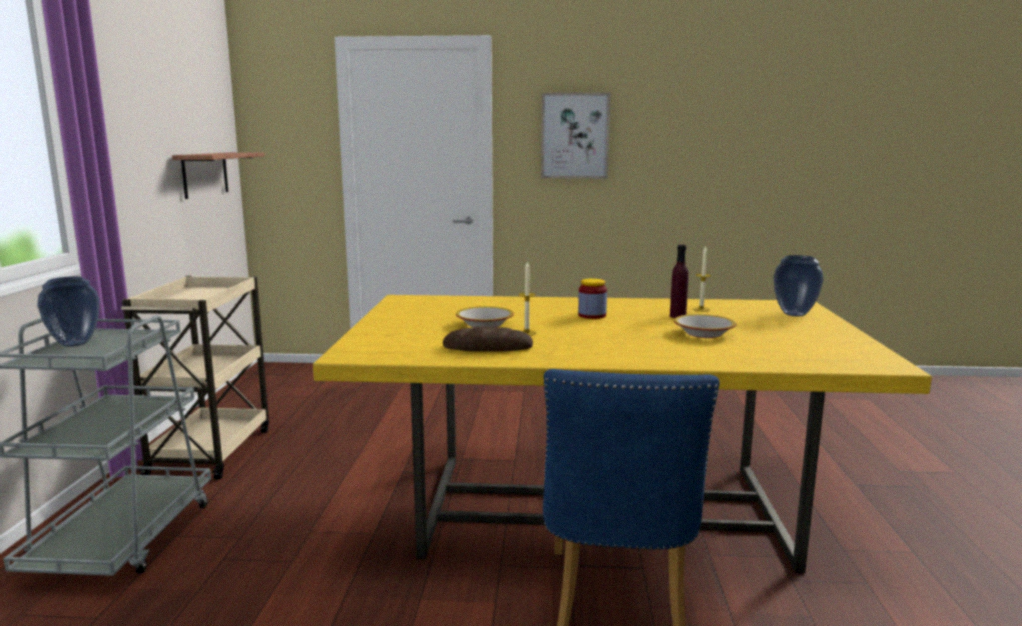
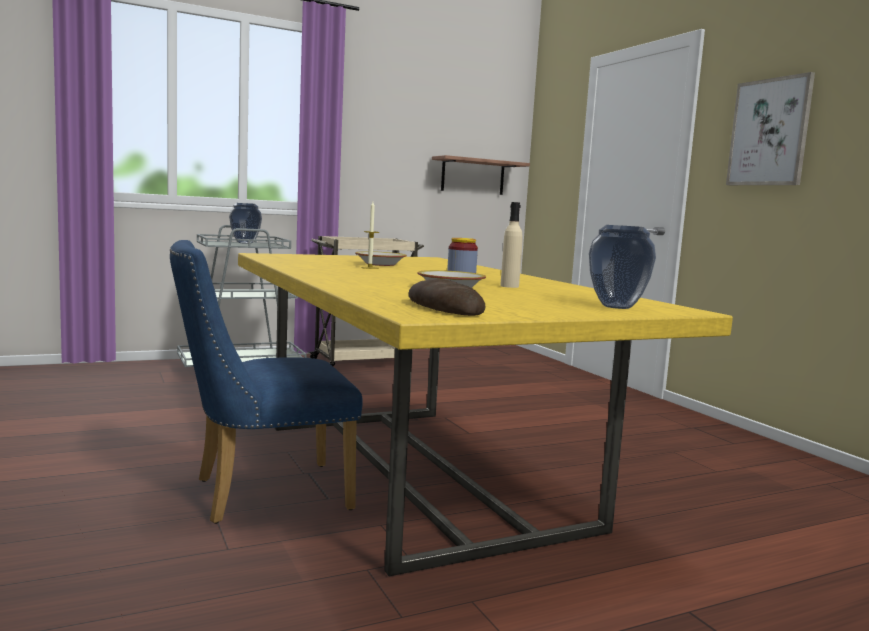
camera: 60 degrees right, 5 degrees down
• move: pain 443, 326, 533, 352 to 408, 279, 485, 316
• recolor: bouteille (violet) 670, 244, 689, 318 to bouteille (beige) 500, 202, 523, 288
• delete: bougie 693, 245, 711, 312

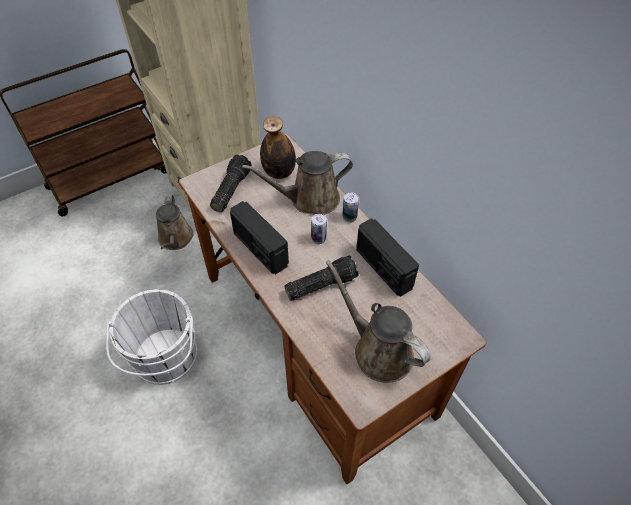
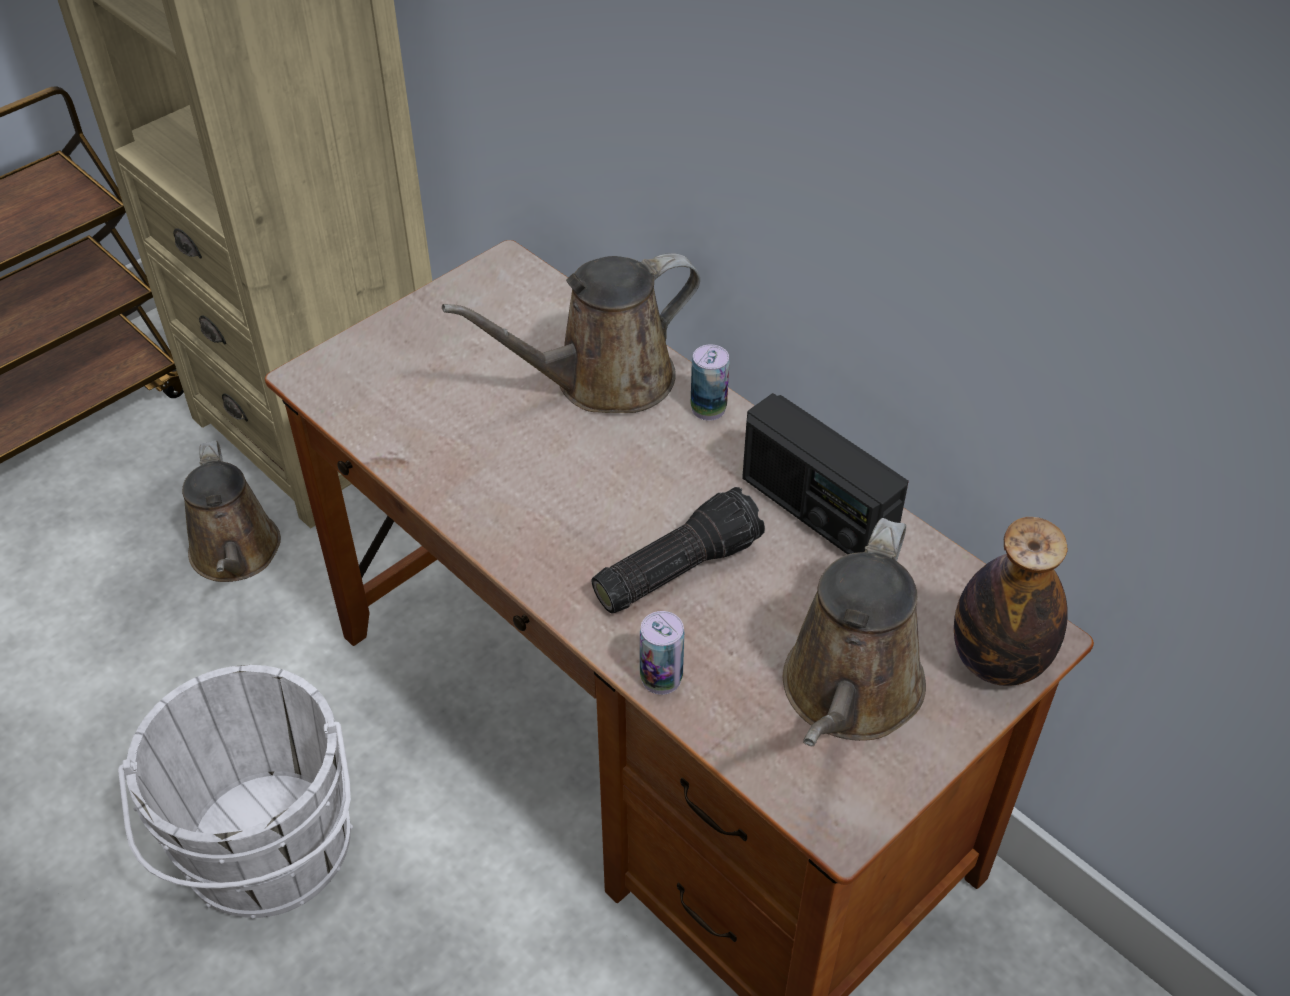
camera: 10 degrees left, 5 degrees down
• move: boîte métallique 311, 214, 327, 244 to 640, 611, 684, 695
• rotate: arrosoir (marron) 326, 260, 431, 383 = 783, 518, 926, 746 105 degrees counterclockwise
• move: bouteille 260, 116, 296, 179 to 954, 517, 1068, 686
• delete: lampe de poche 210, 154, 251, 212
• delete: radio 230, 201, 289, 274

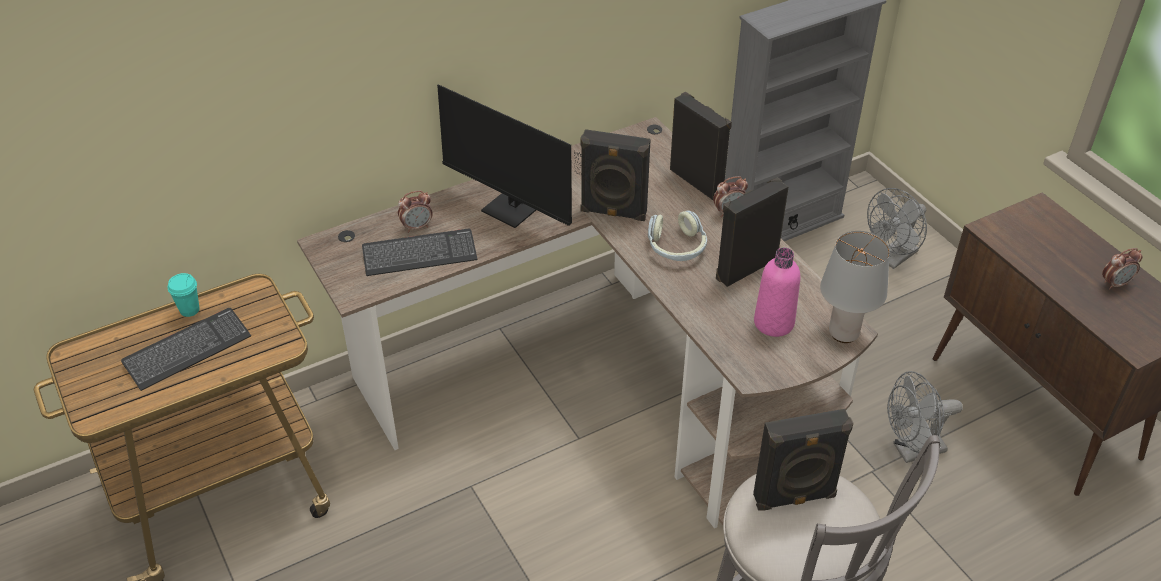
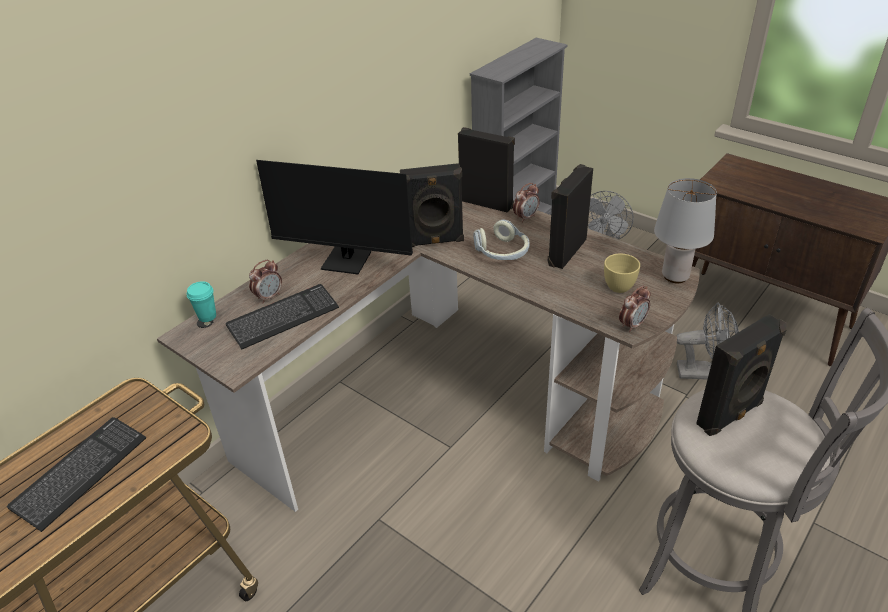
camera: 20 degrees left, 5 degrees down
• move: tasse (turquoise) 168, 273, 200, 317 to 187, 281, 216, 322
• replace: bouteille (rose) 754, 248, 800, 337 to tasse (jaune) 604, 253, 640, 293
• move: réveil 1102, 248, 1142, 290 to 619, 286, 651, 332
• rotate: ventilateur (gris) 887, 371, 963, 463 = 676, 302, 739, 379 135 degrees counterclockwise

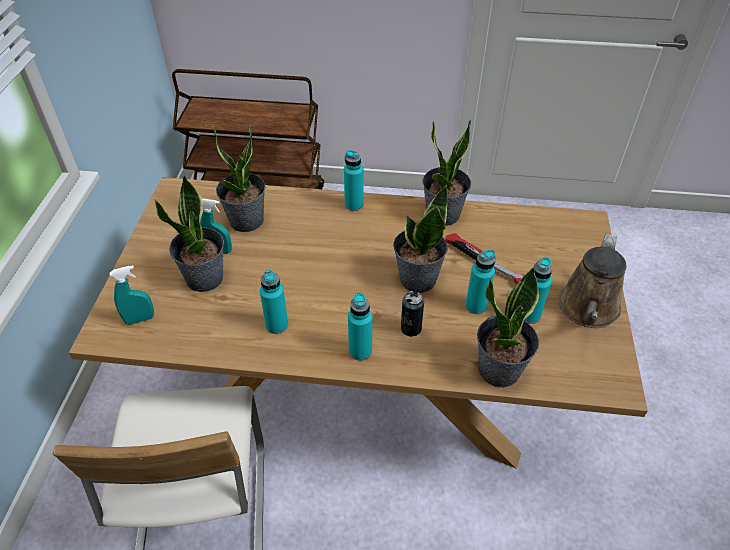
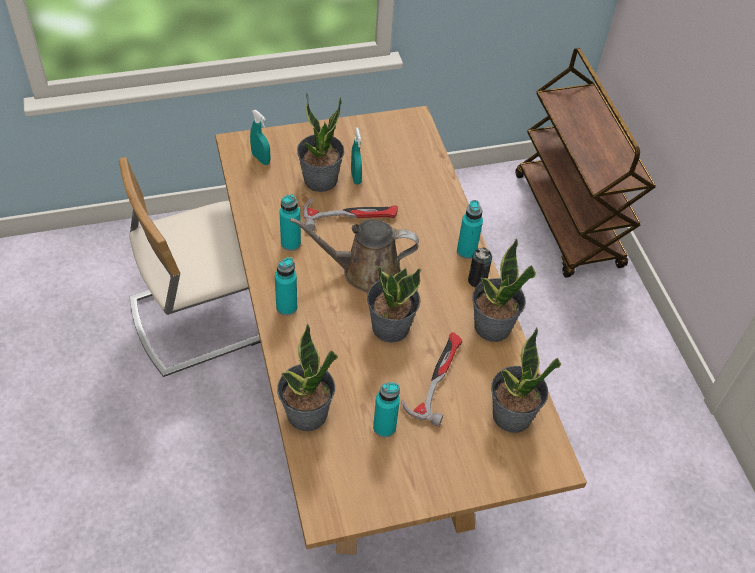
camera: 65 degrees right, 5 degrees up
• move: arrosoir (marron) 558, 234, 626, 328 to 290, 218, 419, 293
• insert: marteau 303, 198, 398, 231
• move: boîte métallique 401, 291, 424, 337 to 468, 248, 492, 288
• move: plante en pot 213, 125, 266, 232 to 491, 327, 561, 433
• delete: bouteille (turquoise) 465, 249, 496, 314

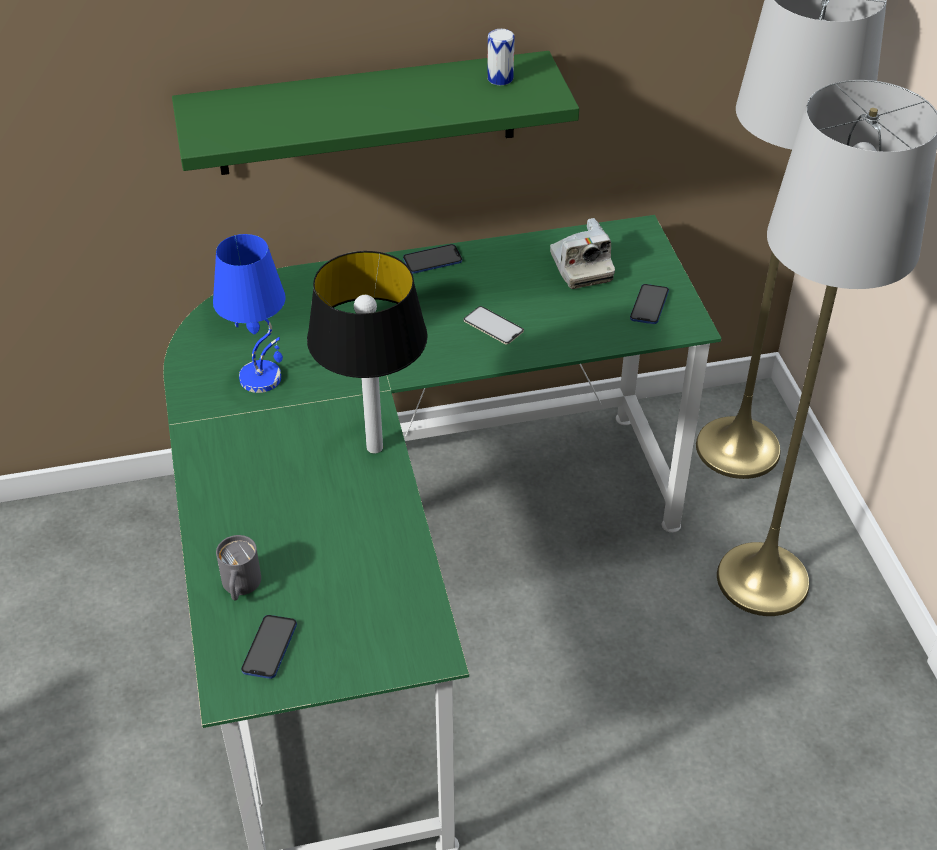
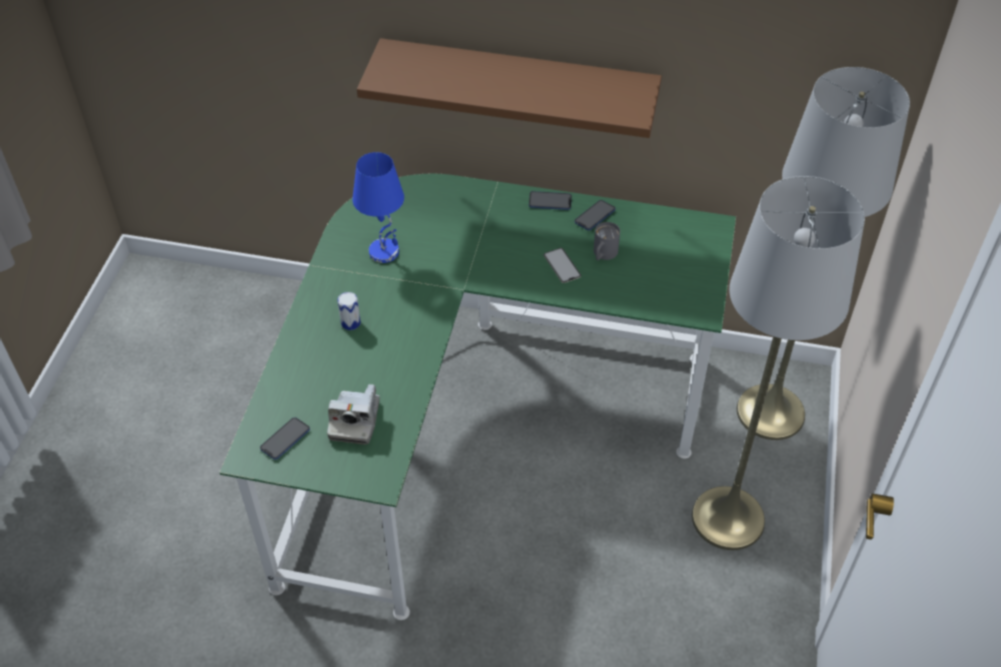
camera: 25 degrees right, 5 degrees up
• move: appareil photo 550, 218, 615, 289 to 327, 384, 379, 445
• move: boîte métallique 487, 29, 515, 85 to 337, 292, 361, 330
• recolor: étagère (vert) 172, 51, 579, 175 to étagère (marron) 357, 38, 662, 138
• move: téléphone 630, 284, 669, 324 to 574, 200, 615, 230
• move: mug (gris) 216, 535, 261, 600 to 594, 222, 620, 260
• delete: lampe de table 307, 251, 428, 454

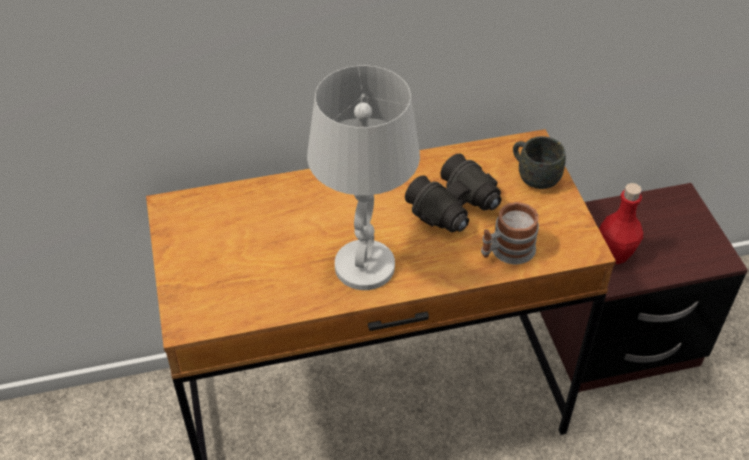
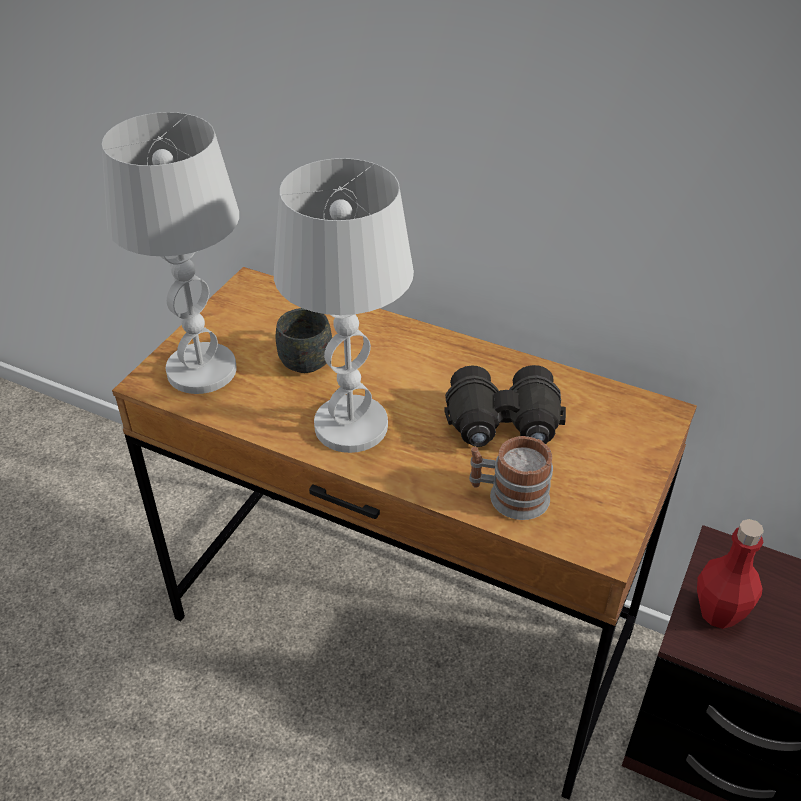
camera: 40 degrees right, 5 degrees down
• insert: lampe de table (blanc) 102, 112, 239, 394
• move: mug (gris) 513, 136, 566, 189 to 276, 308, 332, 373

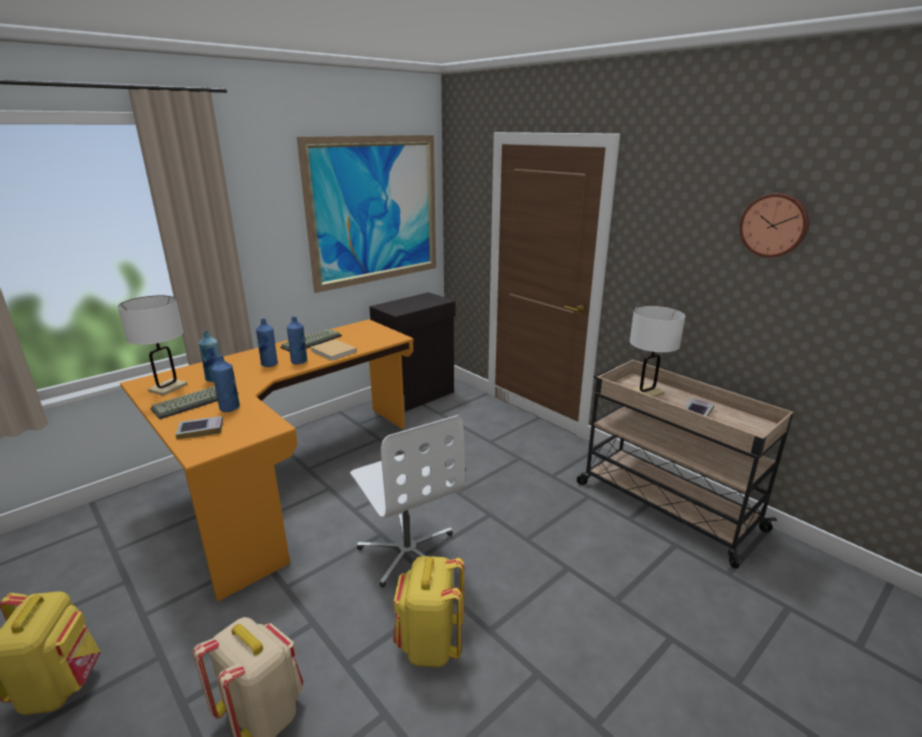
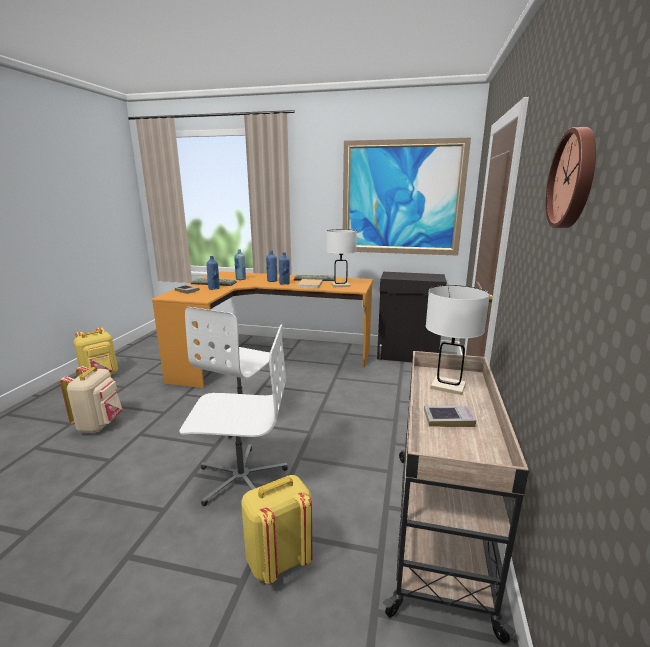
camera: 55 degrees right, 5 degrees down
• insert: chaise de bureau (blanc) 179, 324, 288, 506
• move: sac à dos (jaune) 393, 556, 464, 667 to 241, 475, 313, 585
• move: lampe de table (blanc) 118, 295, 187, 396 to 326, 229, 357, 287

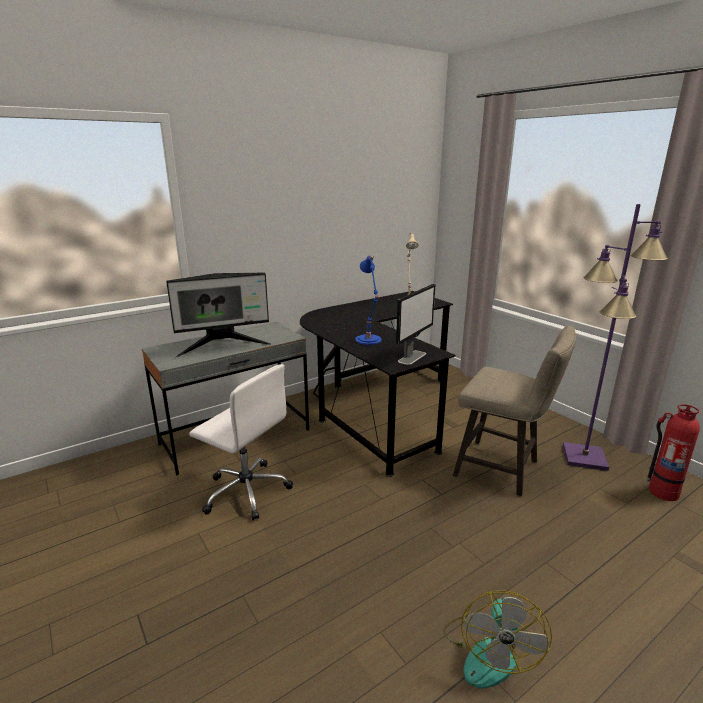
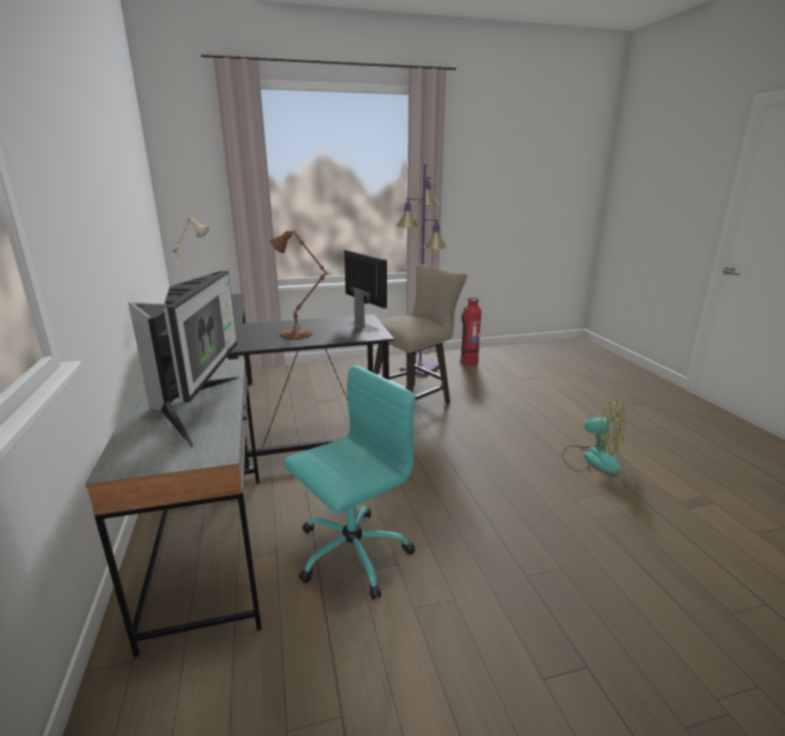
camera: 70 degrees left, 0 degrees up
• recolor: lampe de table (bleu) 355, 256, 382, 345 to lampe de table (marron) 269, 230, 328, 339
• recolor: chaise de bureau (blanc) 189, 364, 293, 521 to chaise de bureau (turquoise) 284, 365, 416, 600

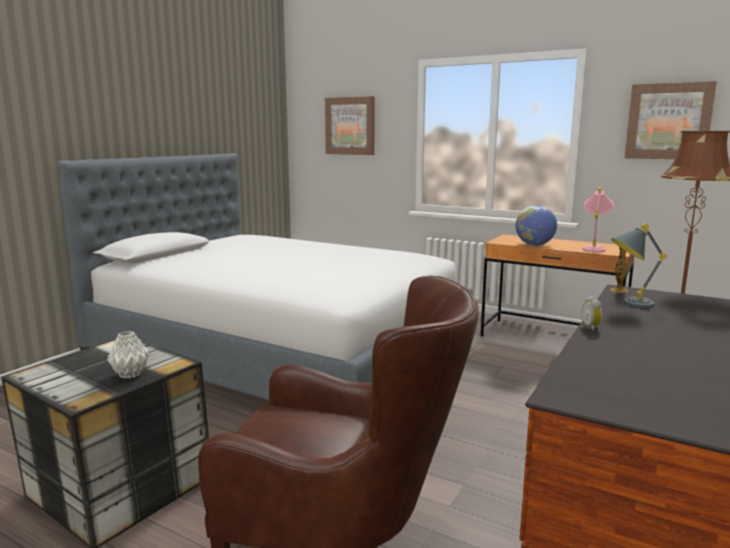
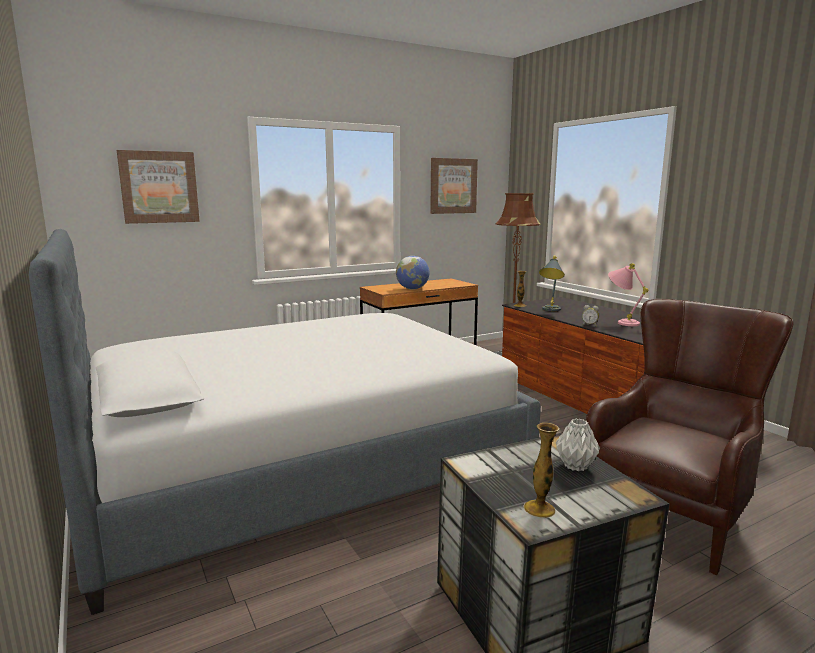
camera: 60 degrees left, 0 degrees up
• insert: vase 523, 423, 559, 518
• move: lampe de table (rose) 582, 187, 614, 252 to 608, 263, 648, 326

